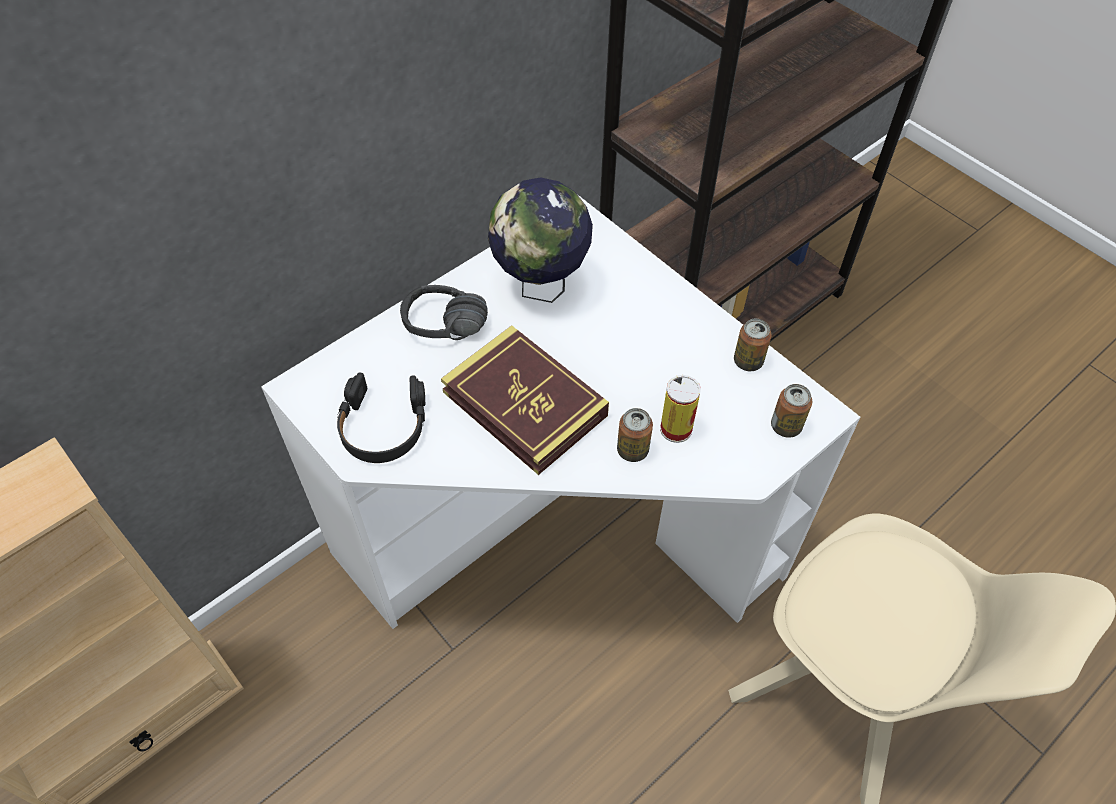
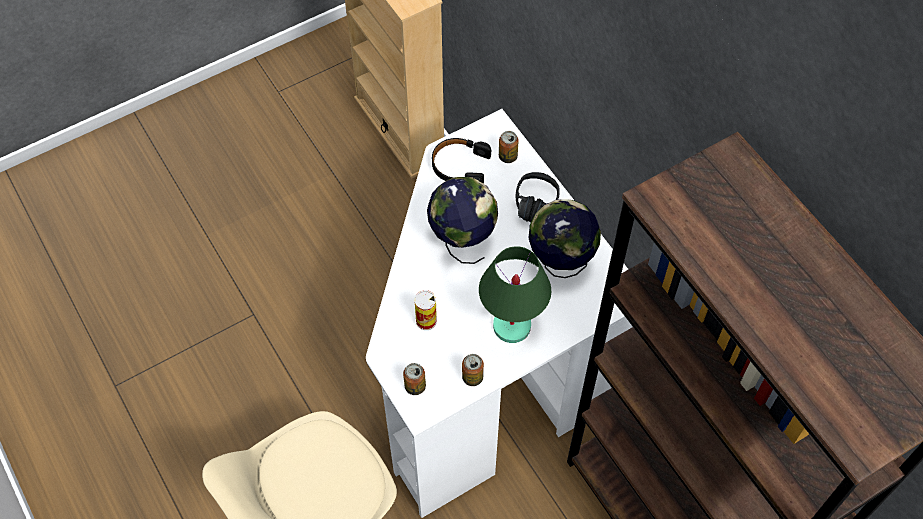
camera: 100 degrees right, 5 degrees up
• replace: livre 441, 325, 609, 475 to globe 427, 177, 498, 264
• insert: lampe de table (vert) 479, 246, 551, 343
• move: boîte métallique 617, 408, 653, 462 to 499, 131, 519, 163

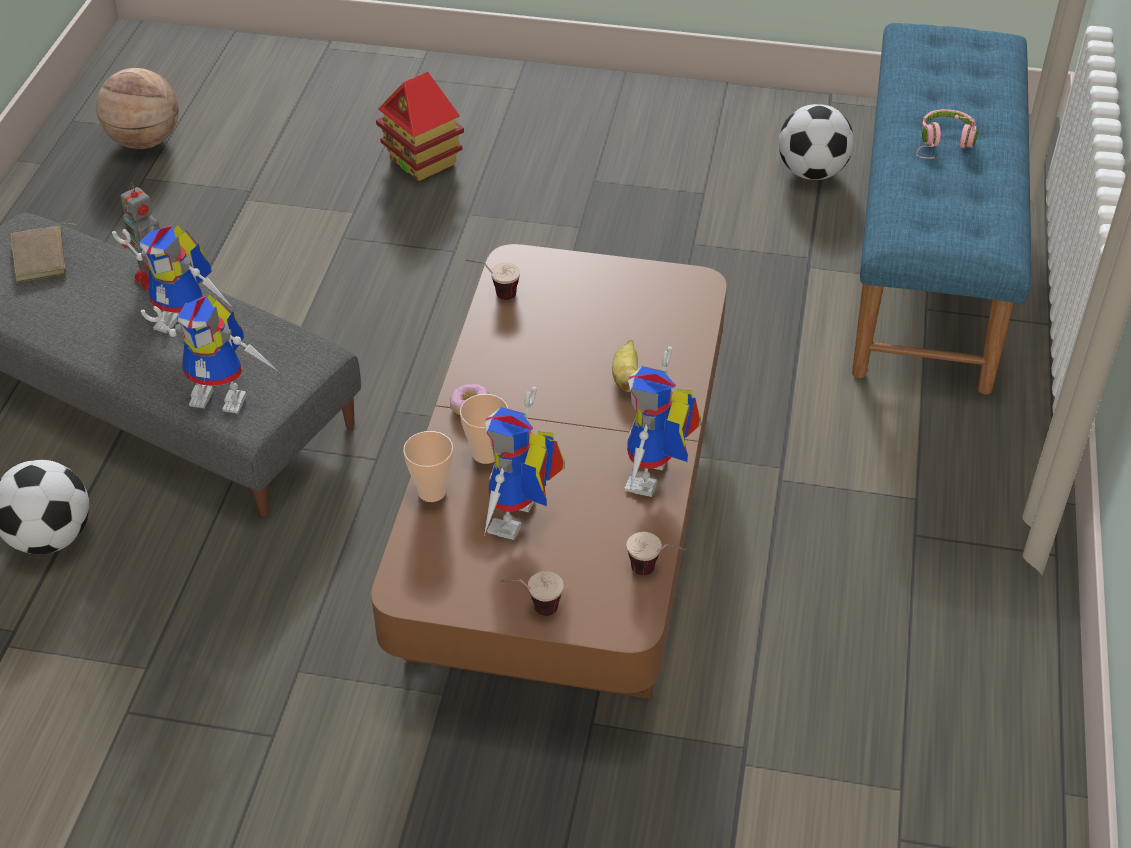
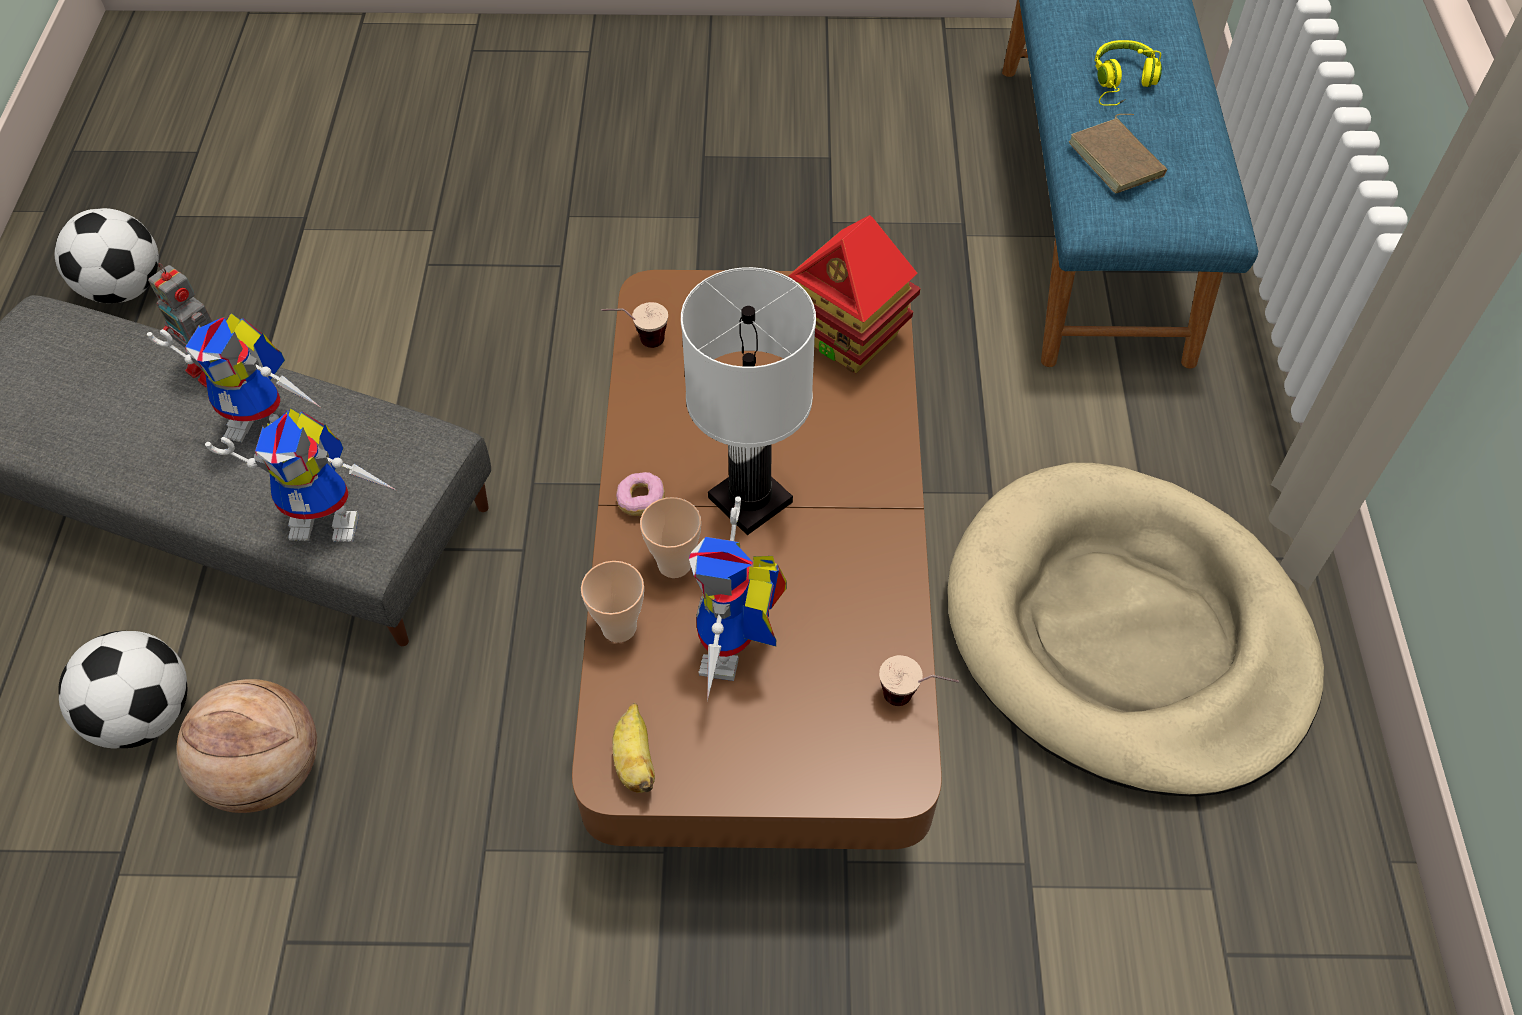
camera: 10 degrees left, 10 degrees up
• move: ballon de foot 779, 104, 854, 180 to 55, 208, 159, 303
• move: ballon de basket 96, 68, 179, 149 to 176, 679, 317, 813
• move: banane 612, 340, 638, 392 to 612, 703, 655, 793
• insert: lampe de table (blanc) 681, 267, 816, 535
• move: maison miniature 376, 72, 464, 181 to 788, 215, 921, 373
• insert: panier pour chien (beige) 947, 463, 1324, 797
• move: livre (marron) 11, 222, 76, 283 to 1068, 114, 1167, 194
• recolor: casque audio (rose) 916, 109, 977, 159 to casque audio (jaune) 1095, 40, 1162, 106
• delete: tasse 499, 571, 564, 616
• delete: robot jouet 624, 347, 701, 497

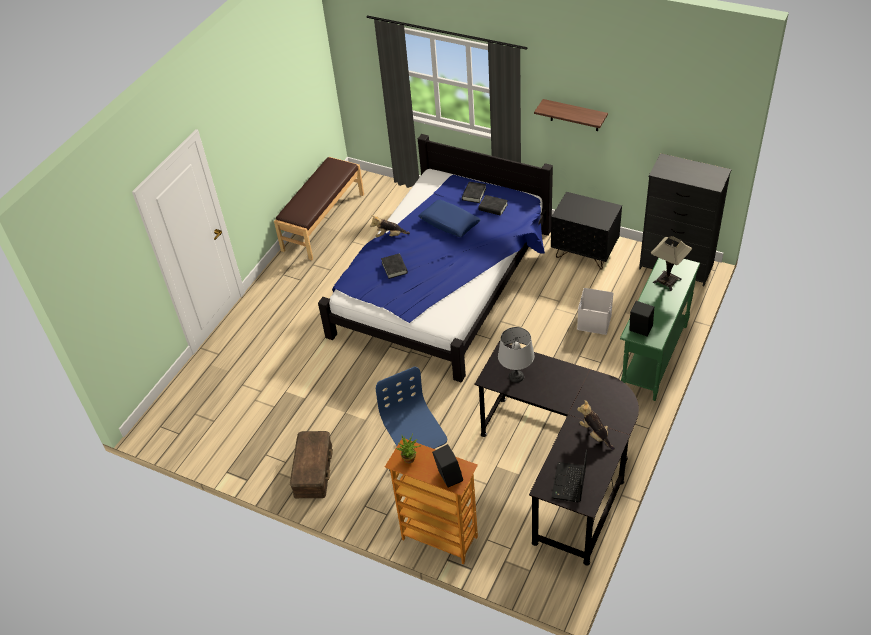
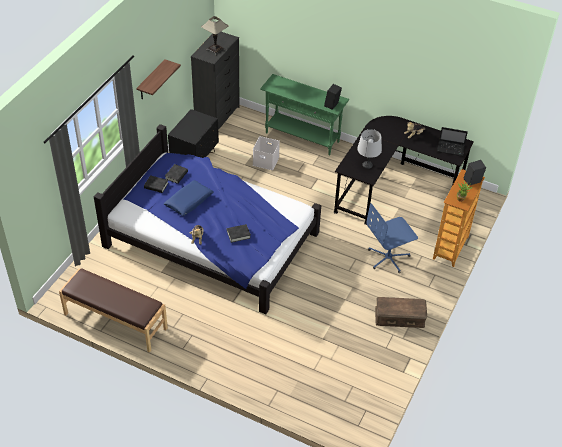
camera: 95 degrees left, 0 degrees up
• move: lampe de table 651, 236, 692, 291 to 201, 16, 229, 55

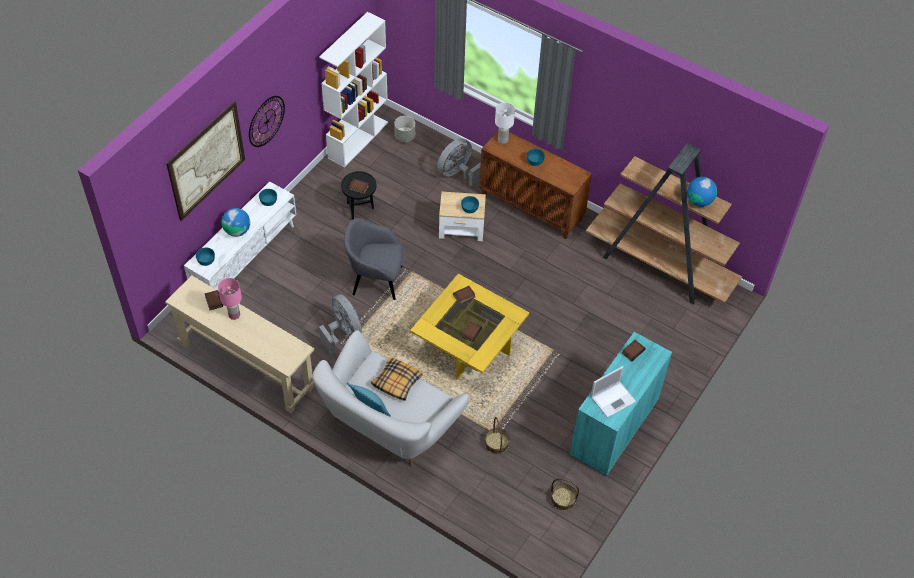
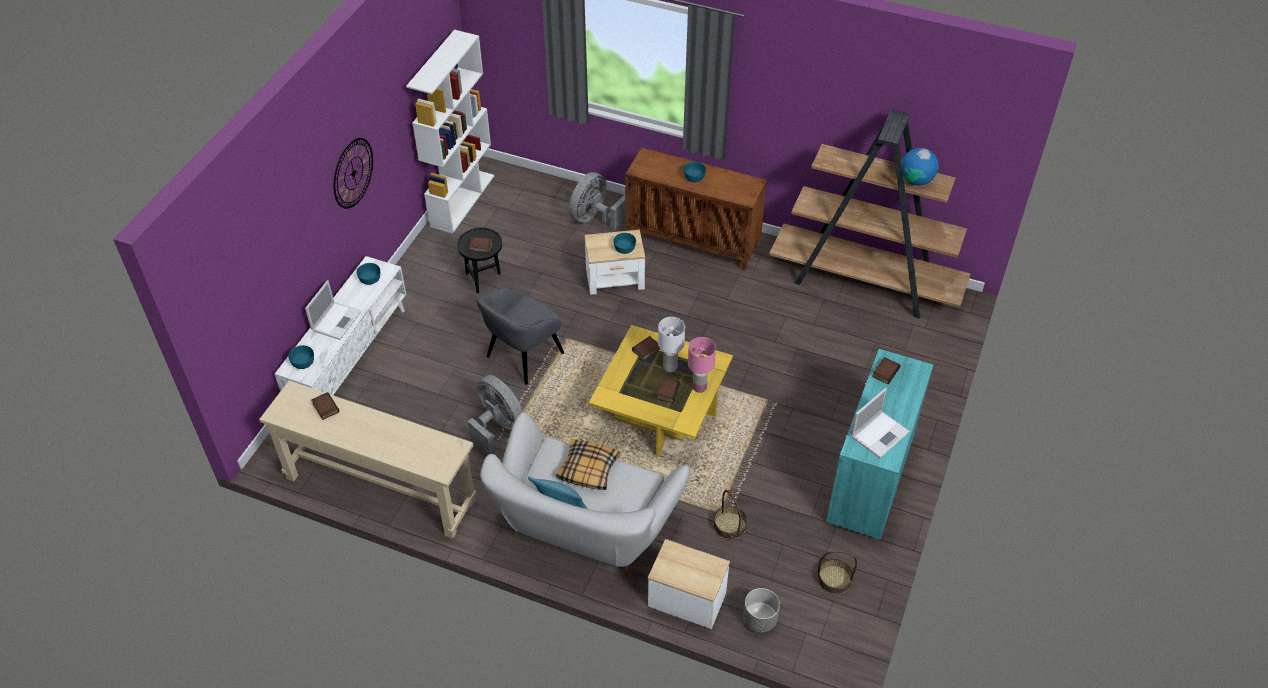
camera: 10 degrees left, 5 degrees down
• replace: globe 221, 208, 250, 237 to ordinateur portable 305, 280, 362, 340
• rotate: fauteuil (gris) 344, 218, 403, 300 = 477, 287, 564, 385 45 degrees counterclockwise
• insert: table d'appoint 648, 539, 730, 629
• move: lampe de table (blanc) 495, 102, 515, 144 to 658, 317, 685, 372
• move: lampe de table (rose) 218, 278, 242, 320 to 688, 337, 716, 393
• move: cache-pot (gris) 394, 116, 415, 142 to 743, 588, 780, 632
• delete: tableau 166, 101, 245, 221

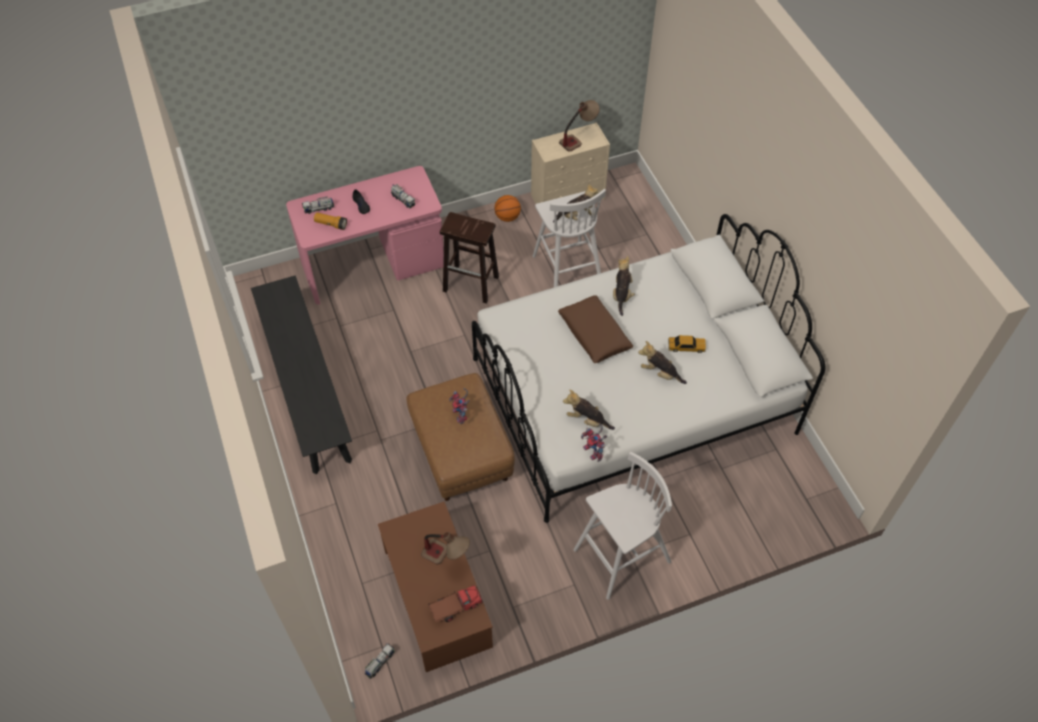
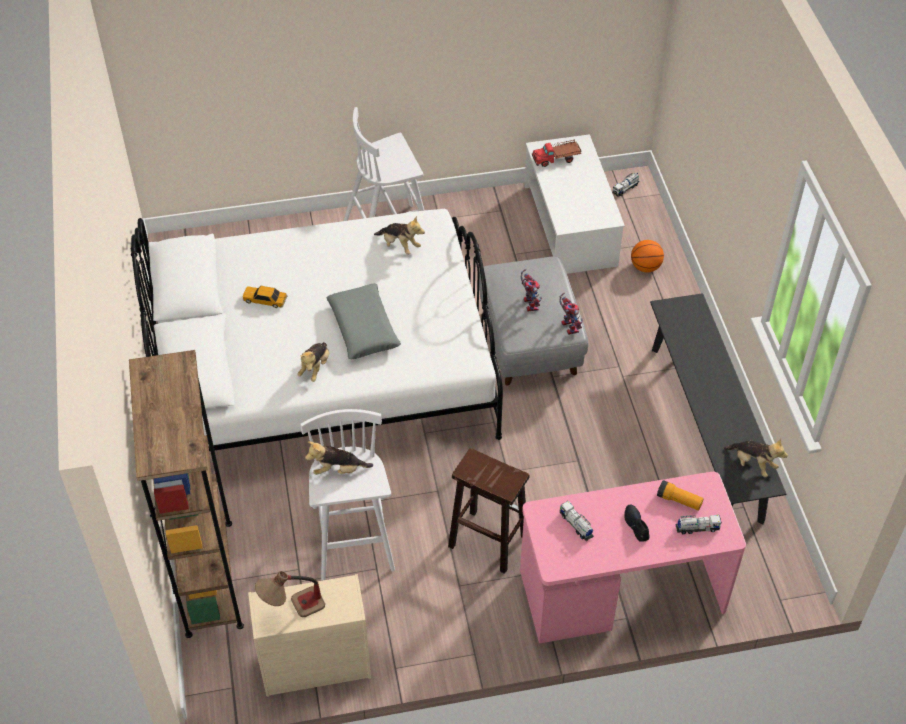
camera: 170 degrees left, 5 degrees down
• insert: bibliothèque (marron) 129, 350, 244, 638
• recolor: coussin (marron) 558, 295, 633, 363 to coussin (gris) 326, 284, 401, 359
• recolor: pouf (marron) 406, 373, 515, 501 to pouf (gris) 479, 256, 588, 385
• recolor: table basse (marron) 378, 501, 493, 672 to table basse (blanc) 524, 134, 625, 274
• move: robot jouet 581, 424, 607, 462 to 559, 293, 583, 335
• move: ballon de basket 494, 195, 521, 222 to 631, 240, 664, 272
• move: peluche 638, 341, 687, 384 to 723, 439, 788, 477
• delete: lampe de table 421, 532, 470, 564

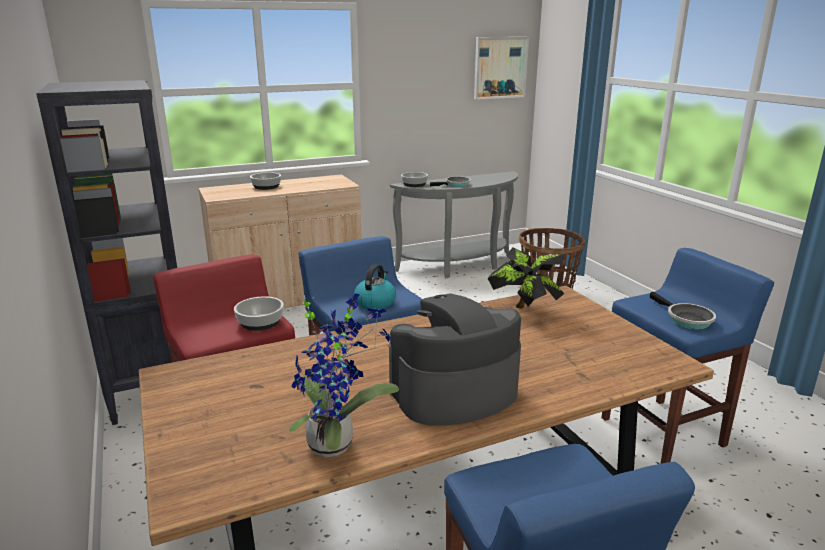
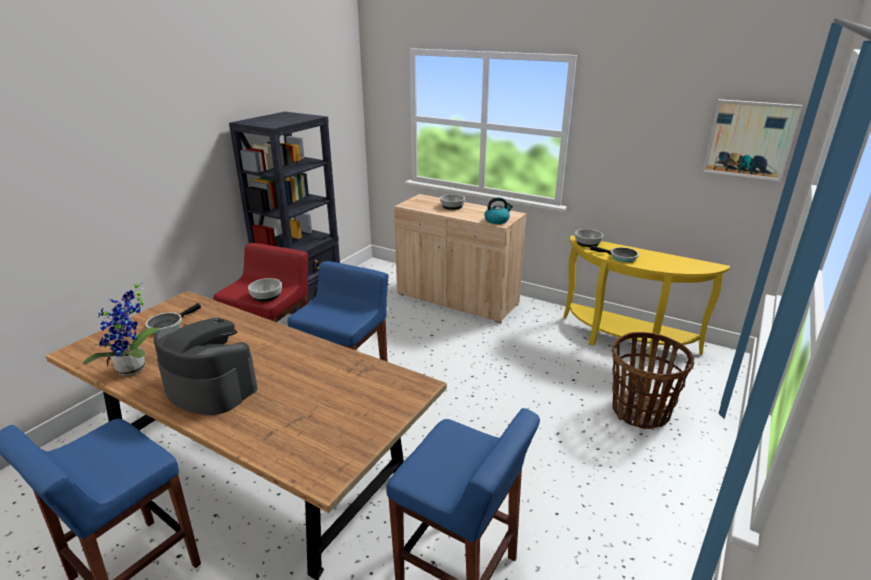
camera: 55 degrees right, 5 degrees up
• move: poêle 650, 292, 716, 329 to 145, 303, 201, 334
• move: bouilloire 354, 264, 396, 310 to 484, 197, 513, 224
• recolor: table console (gris) 390, 171, 518, 278 to table console (jaune) 563, 235, 730, 361
• delete: plante en pot 487, 248, 565, 308

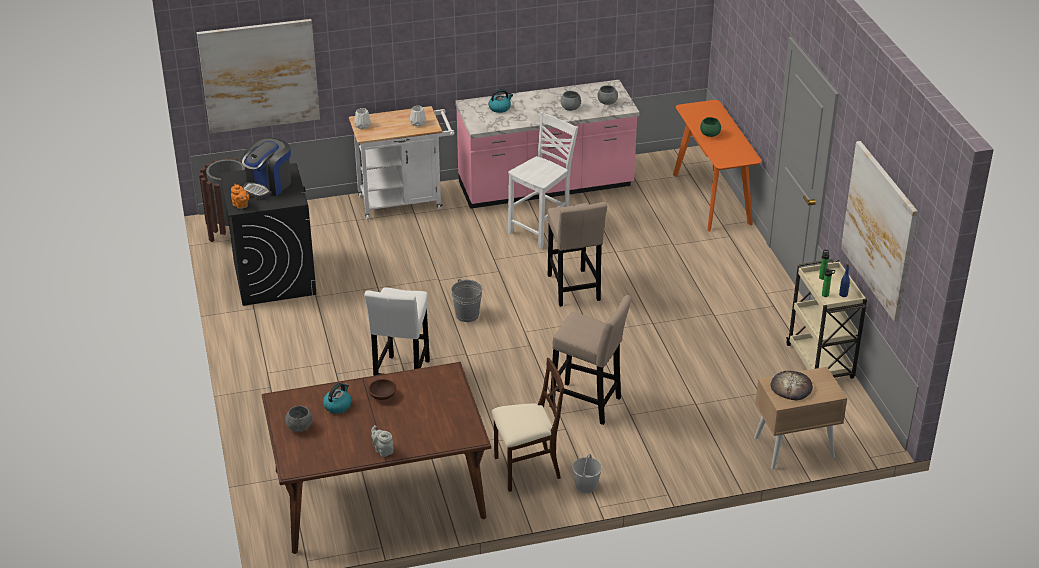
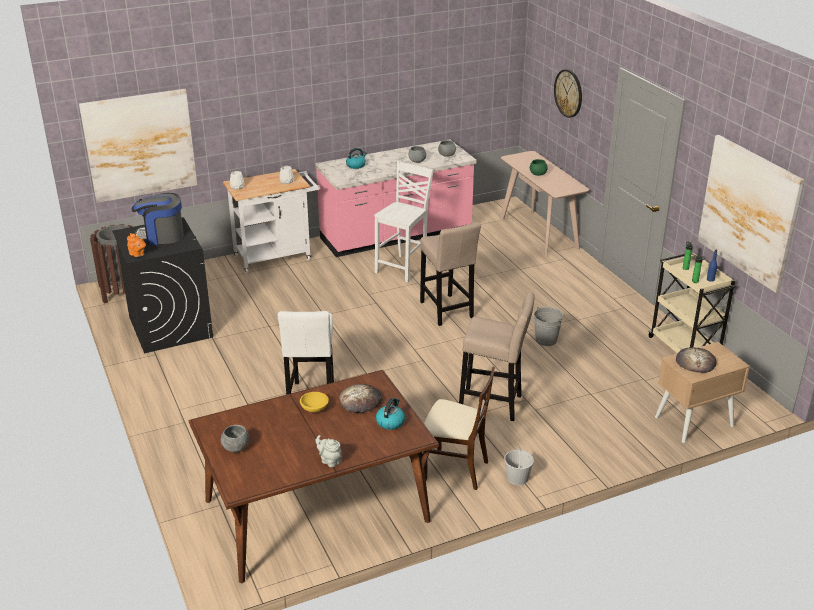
camera: 10 degrees left, 5 degrees down
• rotate: machine à café 242, 137, 291, 199 = 132, 193, 184, 245 60 degrees clockwise
• recolor: bol (marron) 368, 379, 396, 400 to bol (jaune) 300, 392, 329, 412
• insert: pain 339, 384, 382, 413
• move: bouilloire 323, 383, 352, 413 to 376, 398, 405, 430
• rotate: chaise (beige) 492, 358, 564, 492 = 424, 367, 495, 490 45 degrees clockwise
• recolor: table console (orange) 673, 100, 762, 232 to table console (beige) 500, 151, 589, 257
• move: seau (gris) 451, 279, 483, 322 to 534, 307, 563, 346
• insert: horloge murale 554, 69, 582, 118

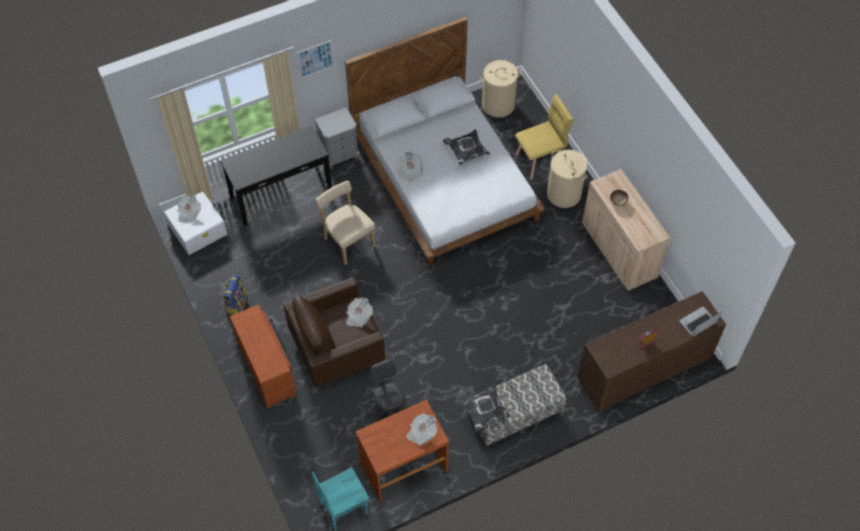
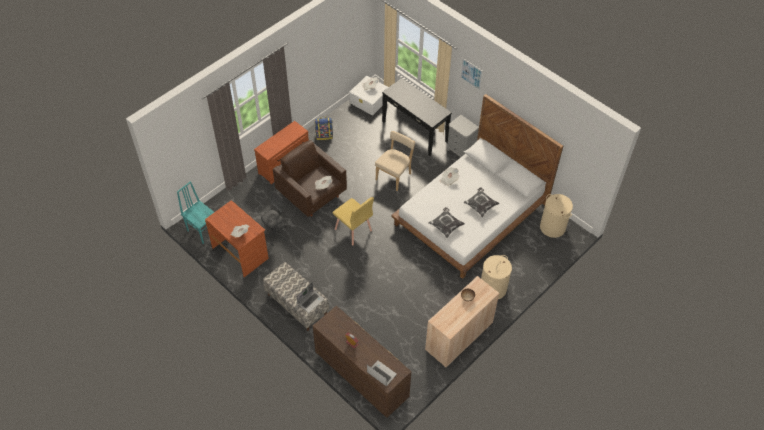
camera: 70 degrees right, 5 degrees down
• insert: ordinateur portable 297, 282, 324, 313
• move: chaise (jaune) 515, 94, 573, 179 to 332, 197, 374, 245
• move: coussin 458, 384, 511, 431 to 428, 207, 465, 238

